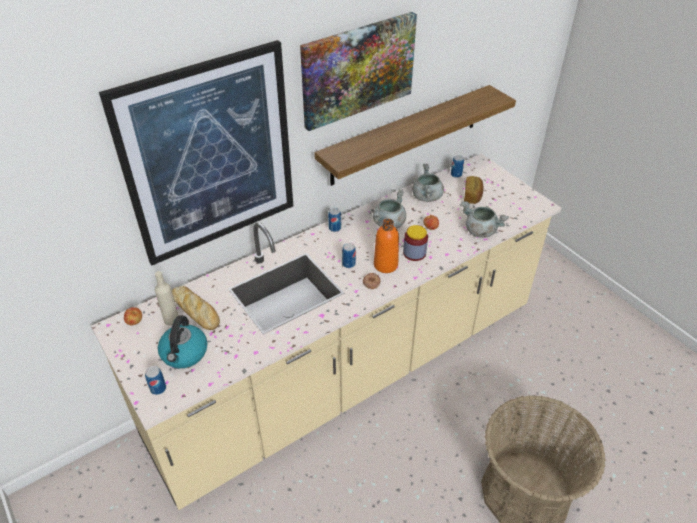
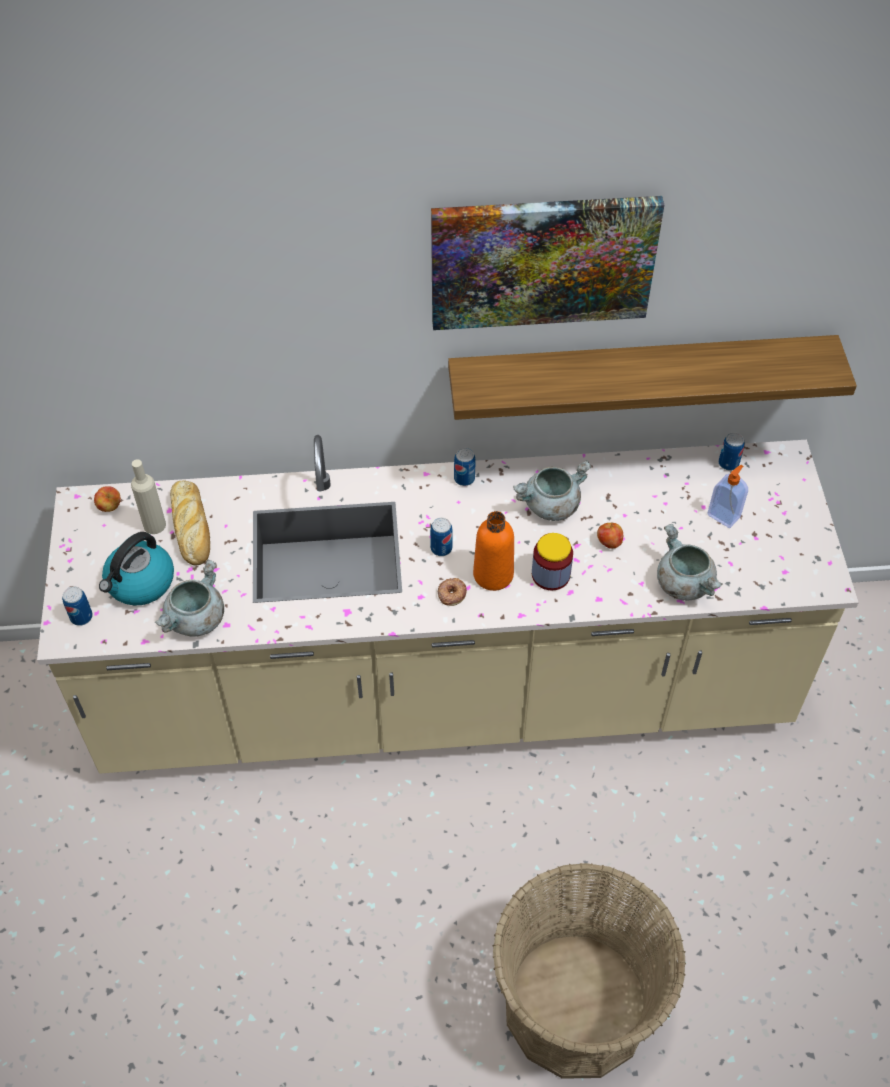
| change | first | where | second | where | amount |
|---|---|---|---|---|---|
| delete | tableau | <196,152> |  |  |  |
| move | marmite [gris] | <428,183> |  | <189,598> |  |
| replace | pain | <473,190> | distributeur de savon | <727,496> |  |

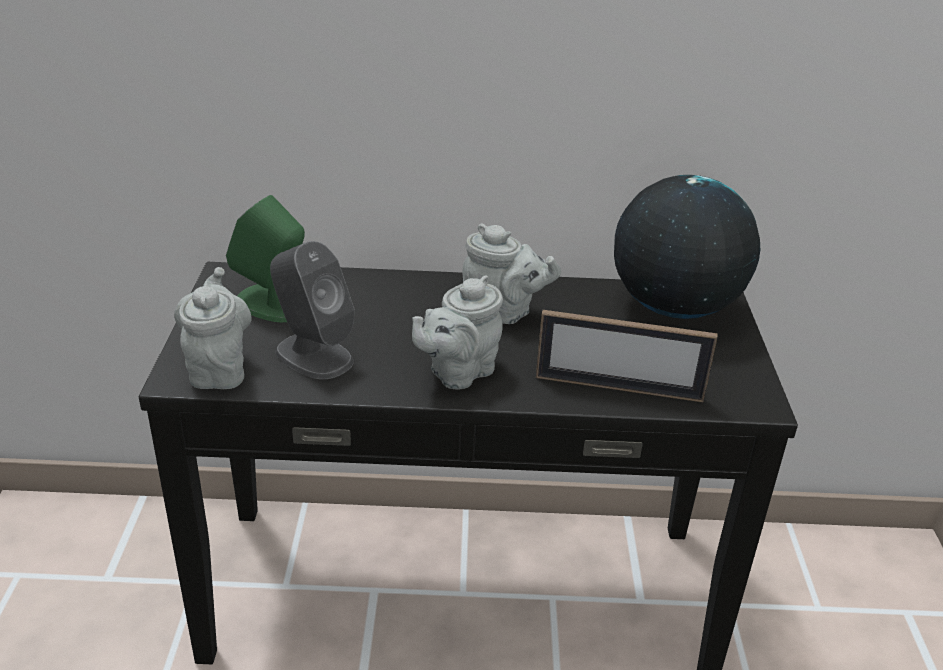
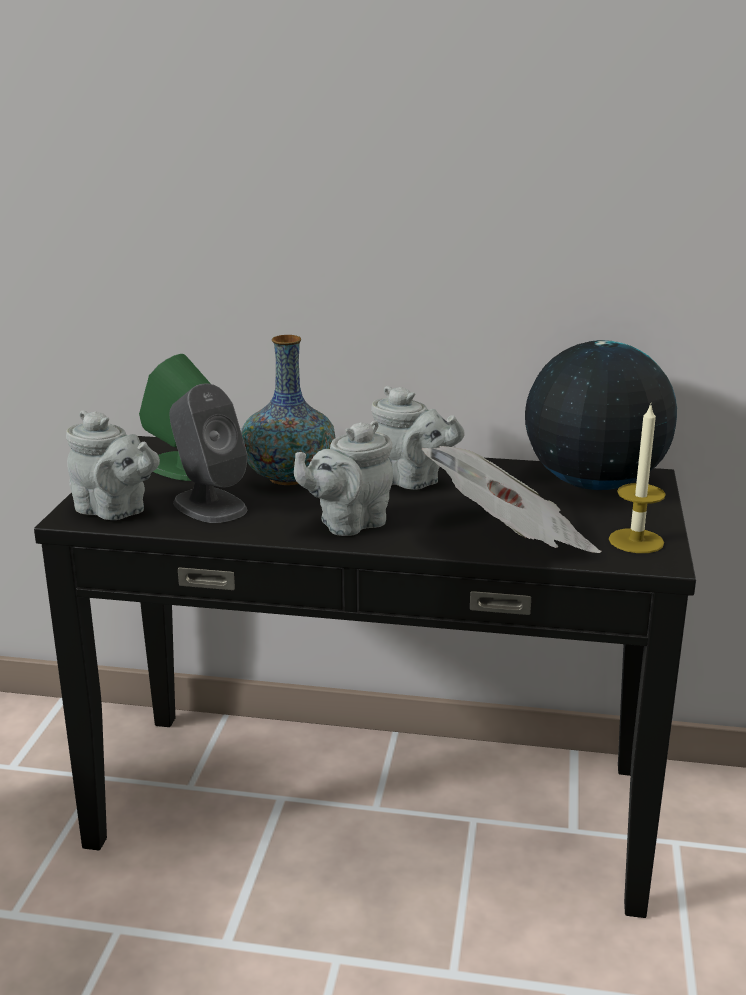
| change | first | where | second | where | amount |
|---|---|---|---|---|---|
| rotate | théière [gris] | <212,328> |  | <113,465> | 120 degrees clockwise |
| replace | cadre photo | <627,356> | journal | <511,499> |  |
| insert |  |  | vase | <288,410> |  |
| insert |  |  | bougie | <637,478> |  |

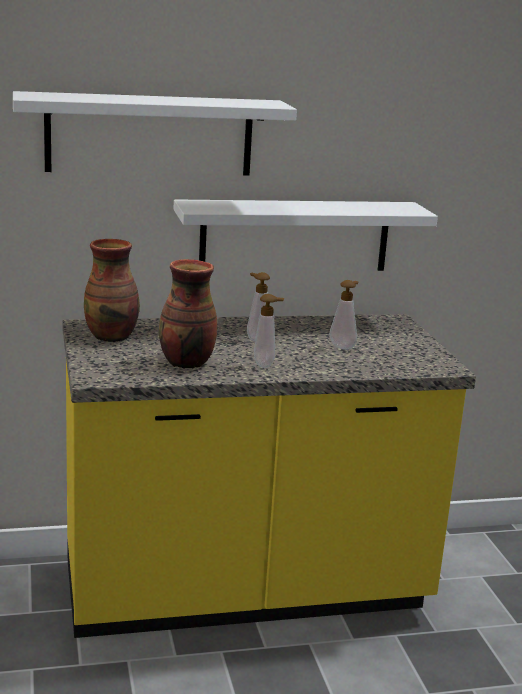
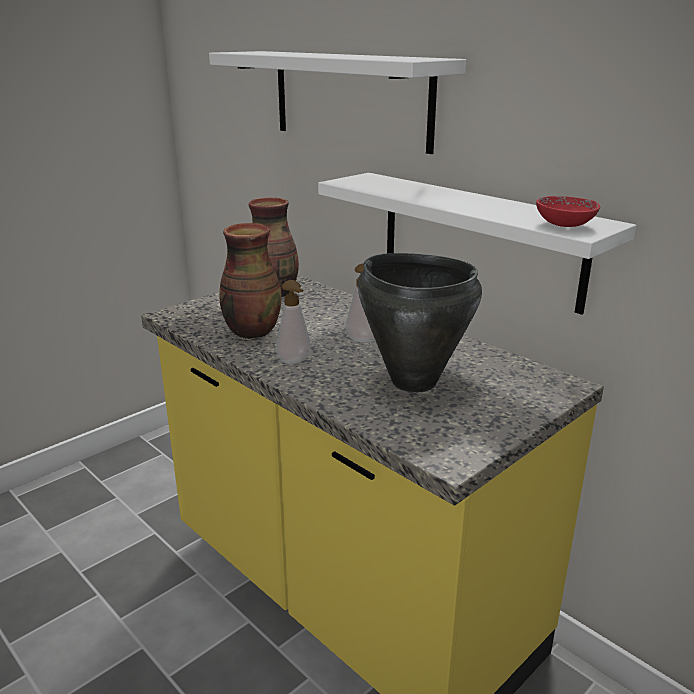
| change | first | where | second | where | amount |
|---|---|---|---|---|---|
| replace | distributeur de savon | <344,315> | marmite [noir] | <420,322> |  |
| insert |  |  | bol [rouge] | <568,211> |  |

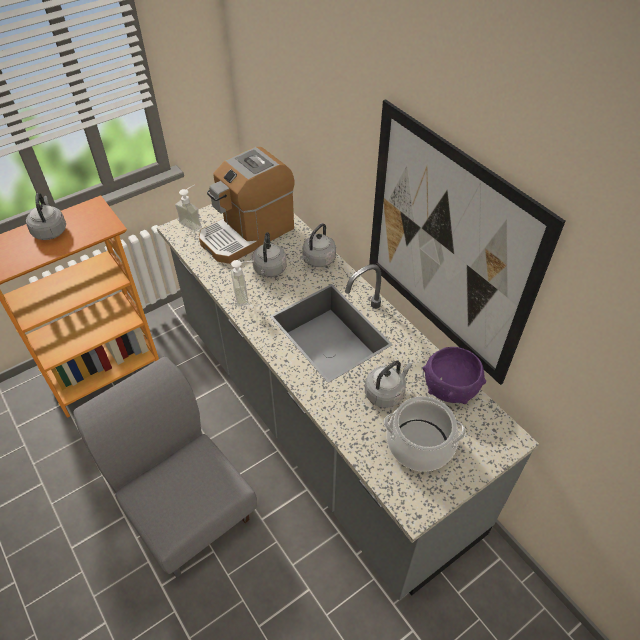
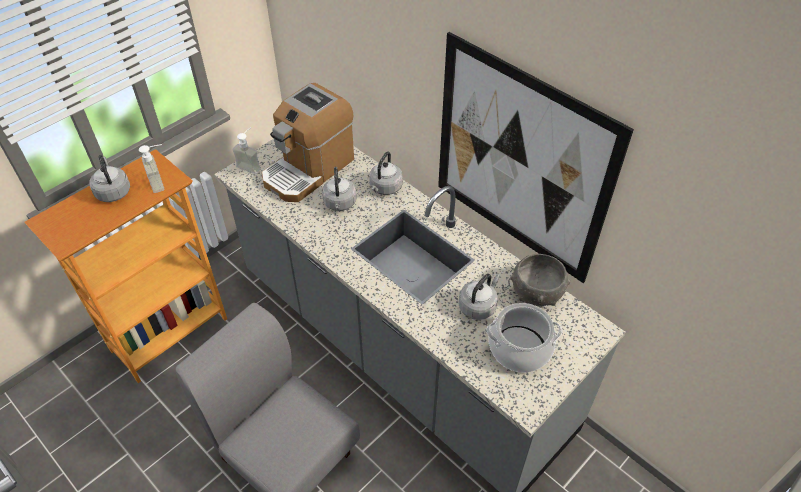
| change | first | where | second | where | amount |
|---|---|---|---|---|---|
| move | distributeur de savon | <242,283> |  | <151,168> |  |
| recolor | bol [violet] | <454,375> | bol [gris] | <540,280> |  |

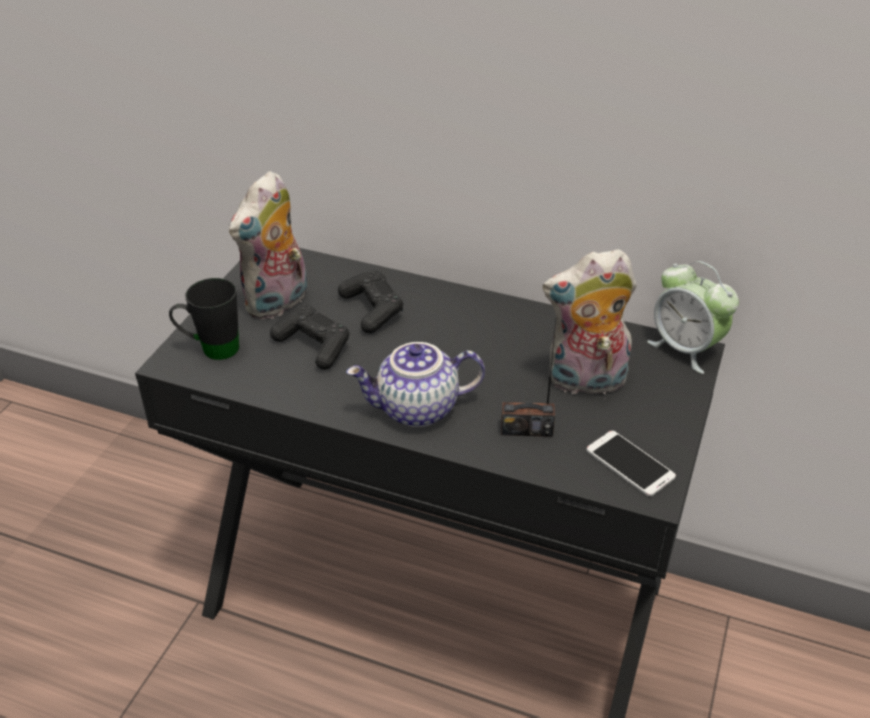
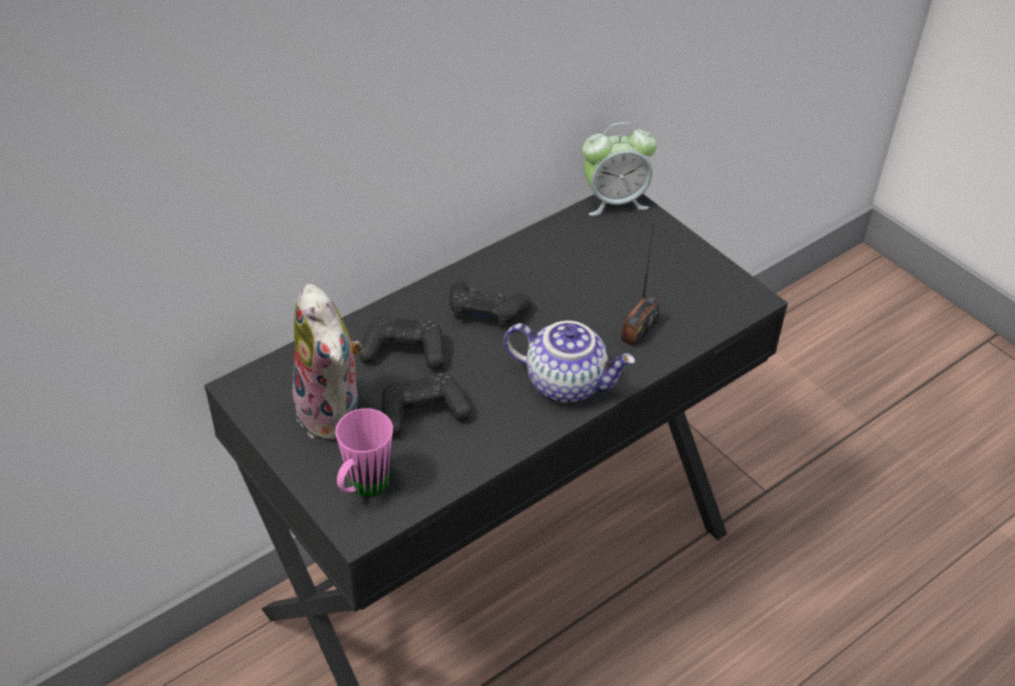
| change | first | where | second | where | amount |
|---|---|---|---|---|---|
| recolor | mug [noir] | <204,319> | mug [rose] | <364,453> |  |
| rotate | théière | <415,384> |  | <569,361> | 90 degrees counterclockwise |
| delete | peluche | <590,321> |  |  |  |
| delete | téléphone | <631,463> |  |  |  |
| insert |  |  | manette [noir] | <490,304> |  |

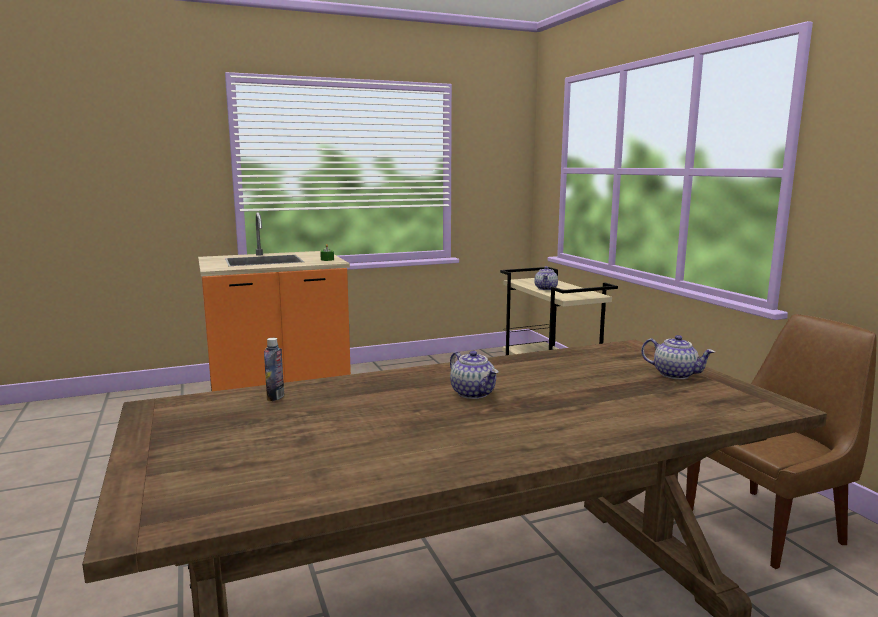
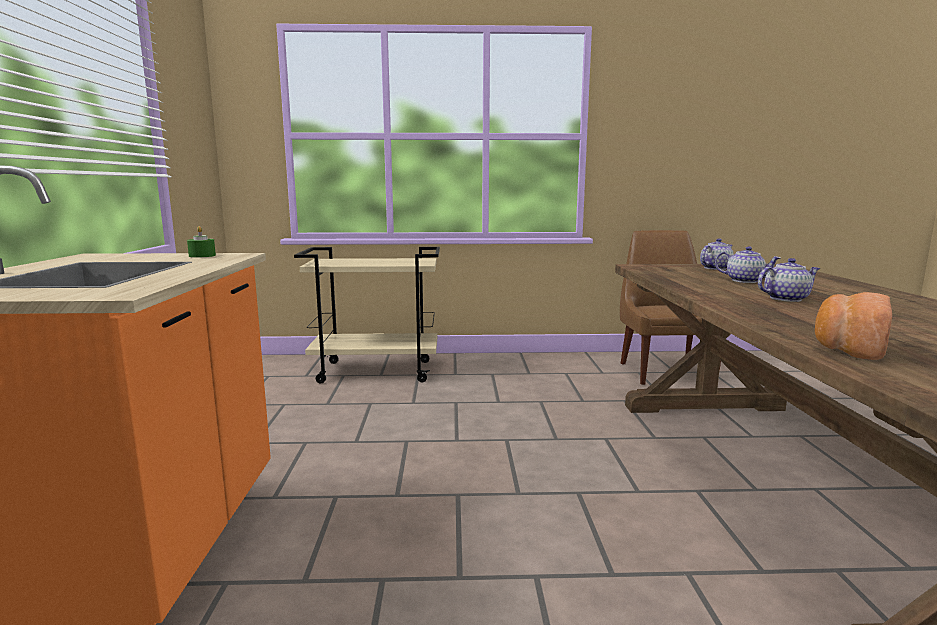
| change | first | where | second | where | amount |
|---|---|---|---|---|---|
| replace | bouteille | <274,369> | pain | <853,326> |  |
| move | théière | <546,278> |  | <748,264> |  |

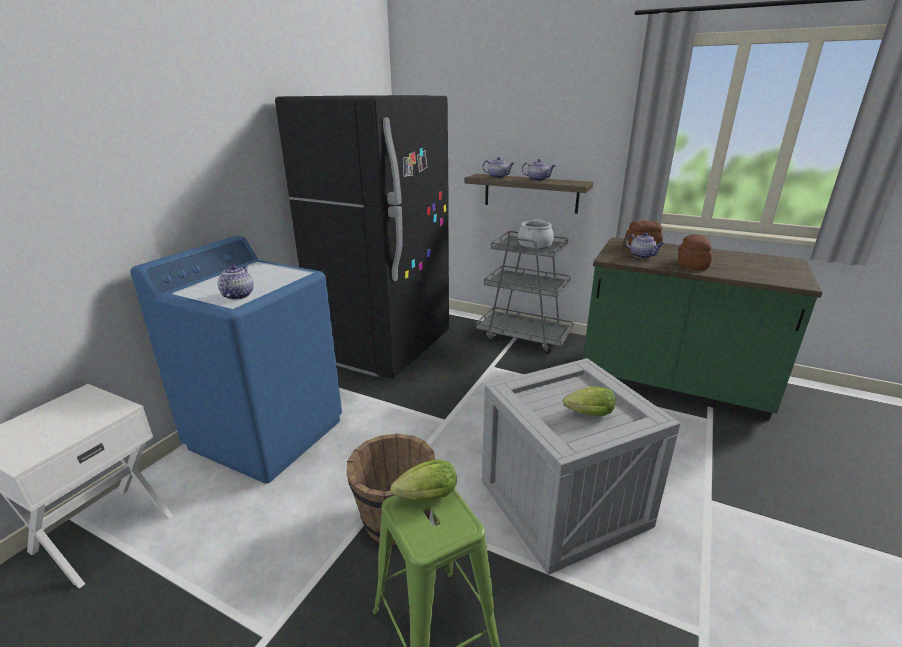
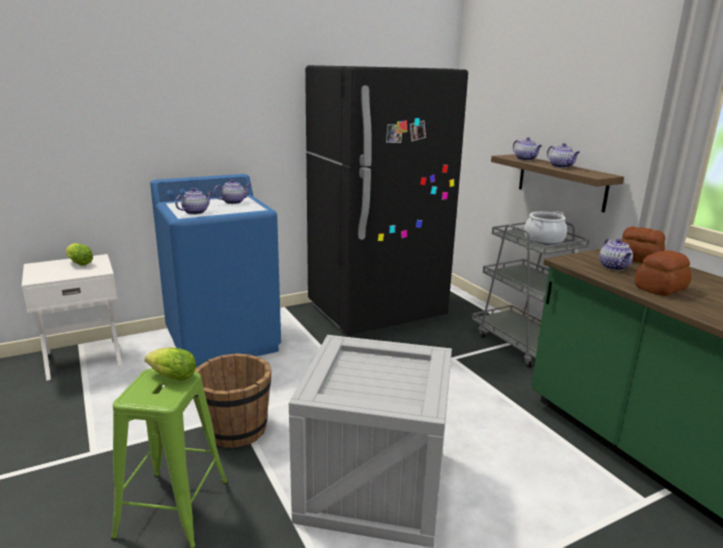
| change | first | where | second | where | amount |
|---|---|---|---|---|---|
| move | laitue | <589,401> |  | <79,254> |  |
| insert |  |  | théière | <232,191> |  |

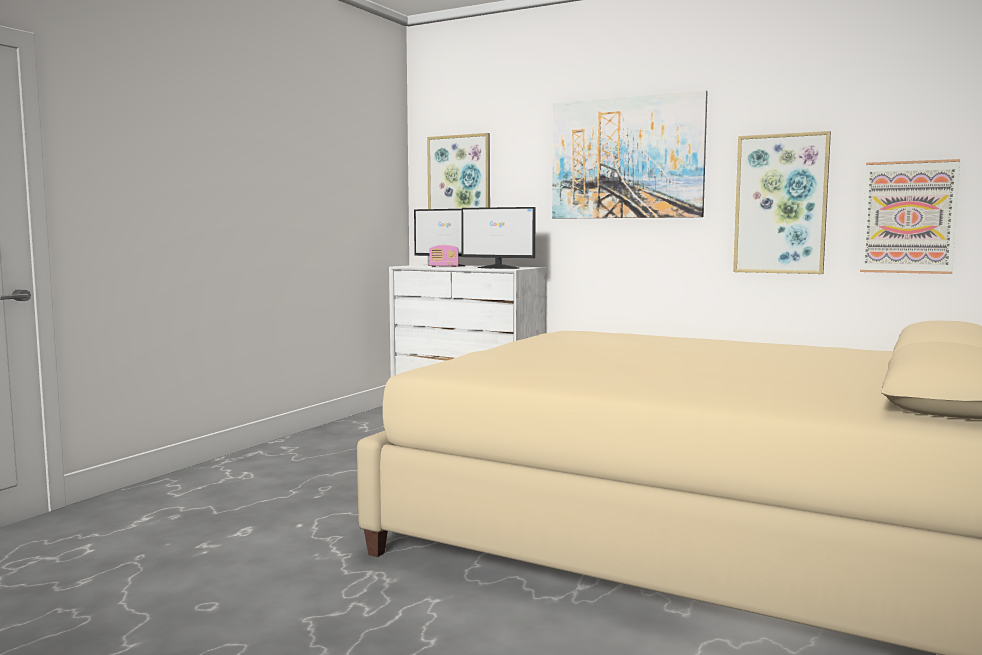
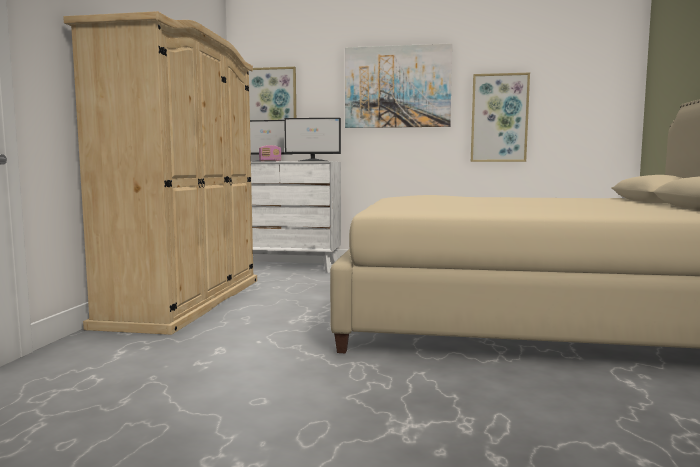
| change | first | where | second | where | amount |
|---|---|---|---|---|---|
| delete | tableau | <910,216> |  |  |  |
| insert |  |  | armoire [beige] | <160,173> |  |

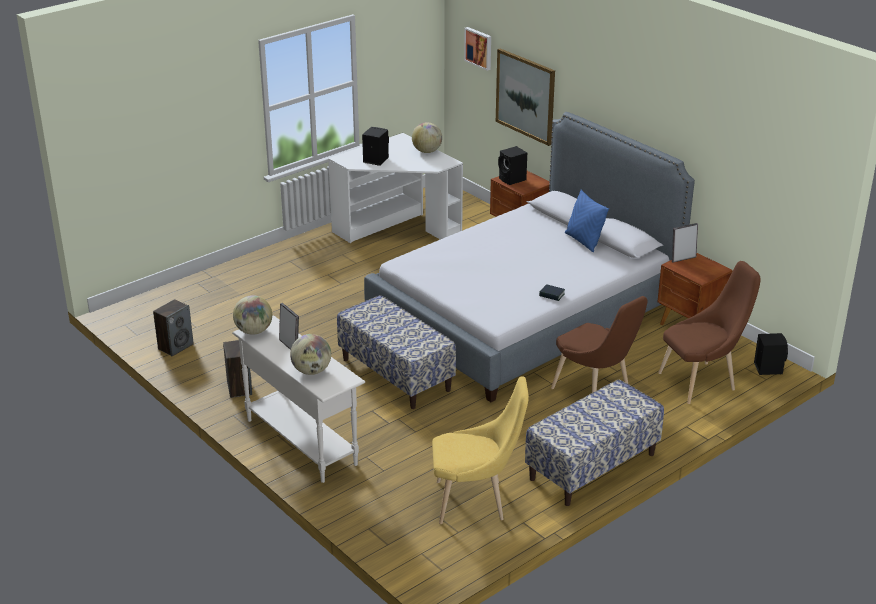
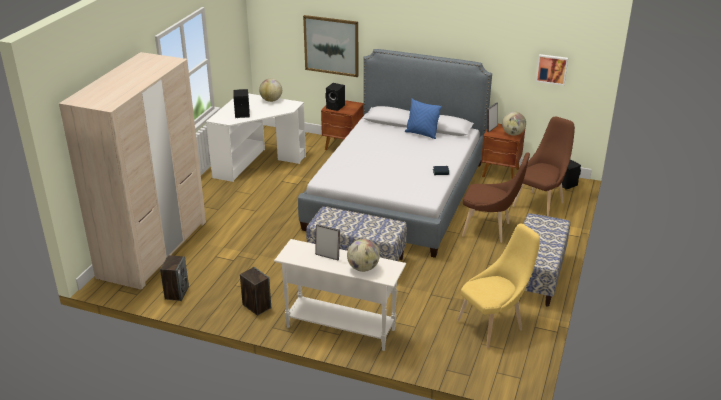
| change | first | where | second | where | amount |
|---|---|---|---|---|---|
| move | globe | <252,315> |  | <514,124> |  |
| move | tableau | <477,49> |  | <552,69> |  |
| insert |  |  | armoire [beige] | <132,171> |  |

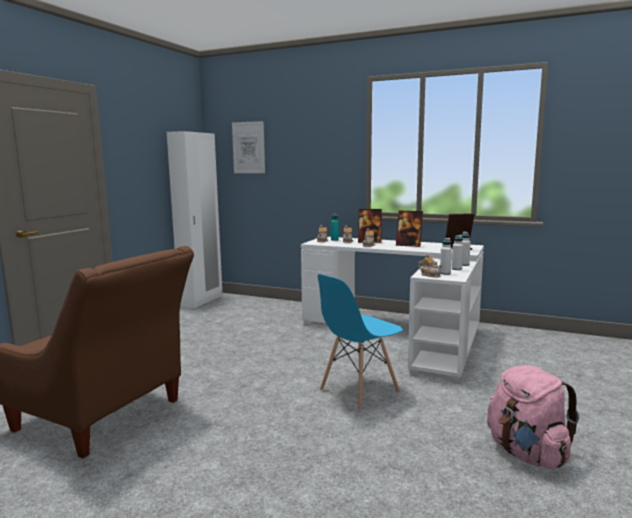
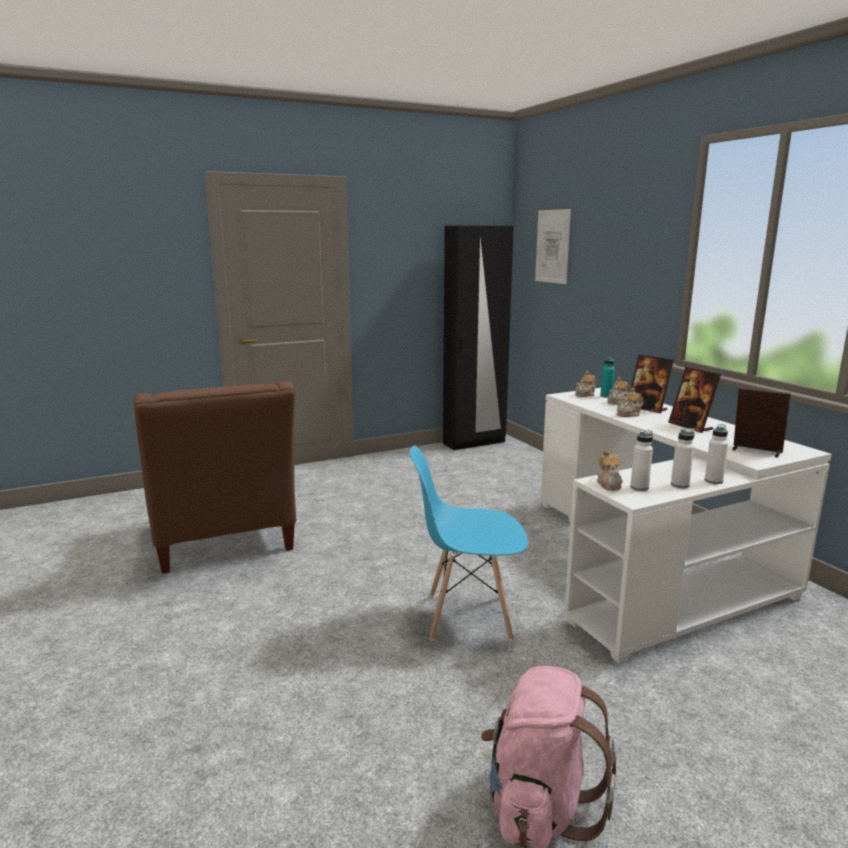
| change | first | where | second | where | amount |
|---|---|---|---|---|---|
| recolor | armoire [blanc] | <194,220> | armoire [noir] | <478,338> |  |

